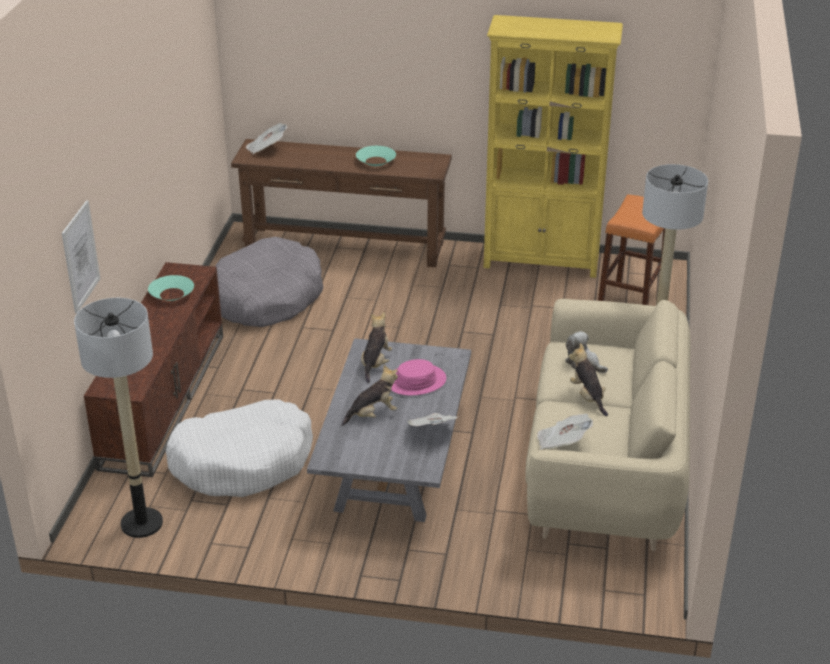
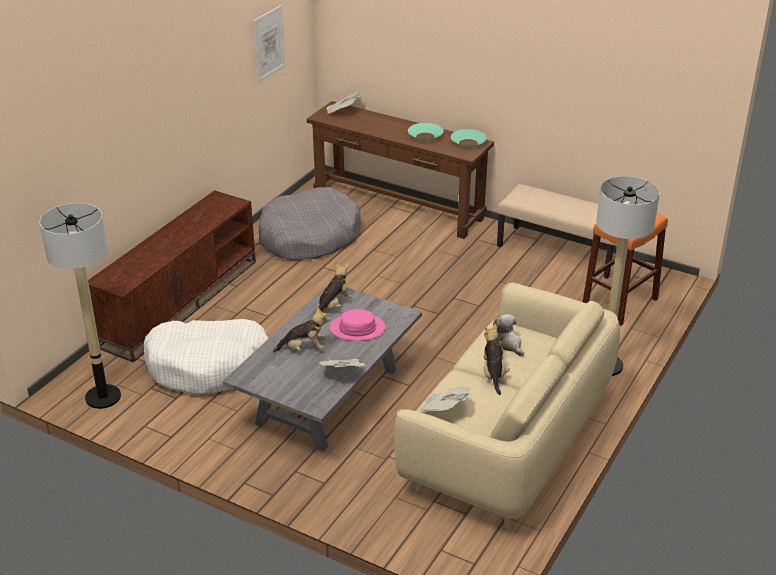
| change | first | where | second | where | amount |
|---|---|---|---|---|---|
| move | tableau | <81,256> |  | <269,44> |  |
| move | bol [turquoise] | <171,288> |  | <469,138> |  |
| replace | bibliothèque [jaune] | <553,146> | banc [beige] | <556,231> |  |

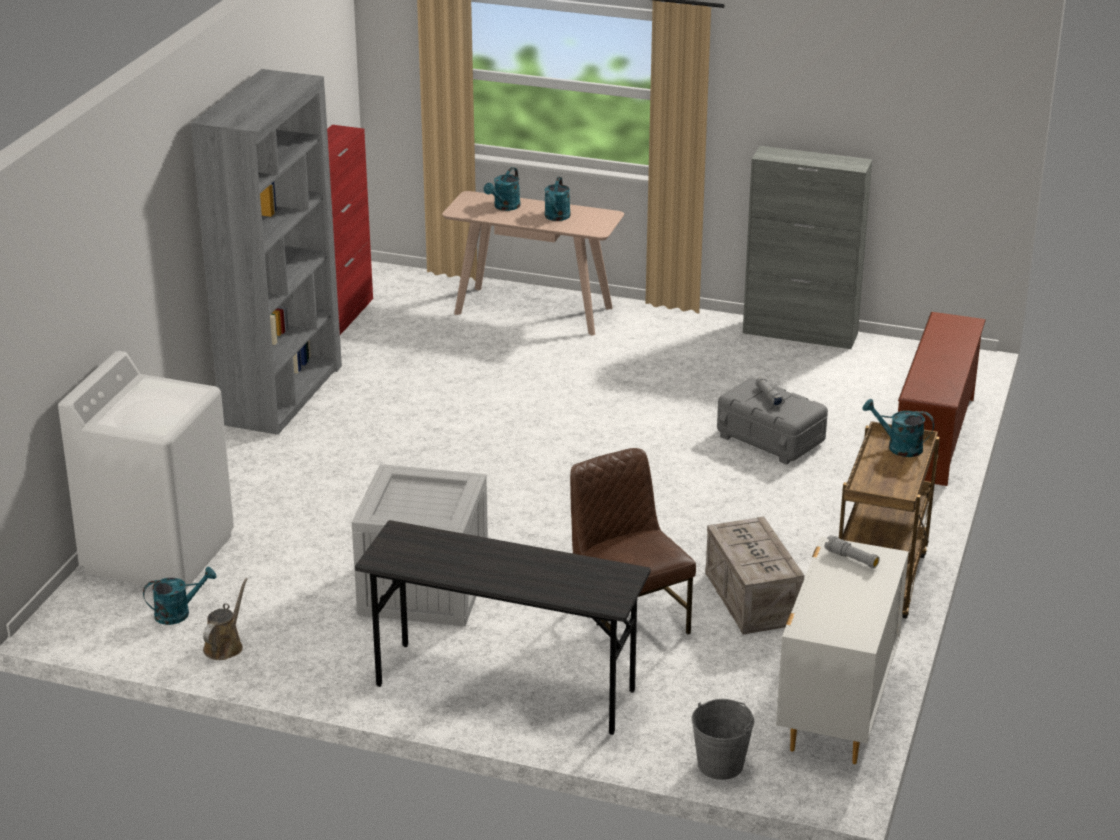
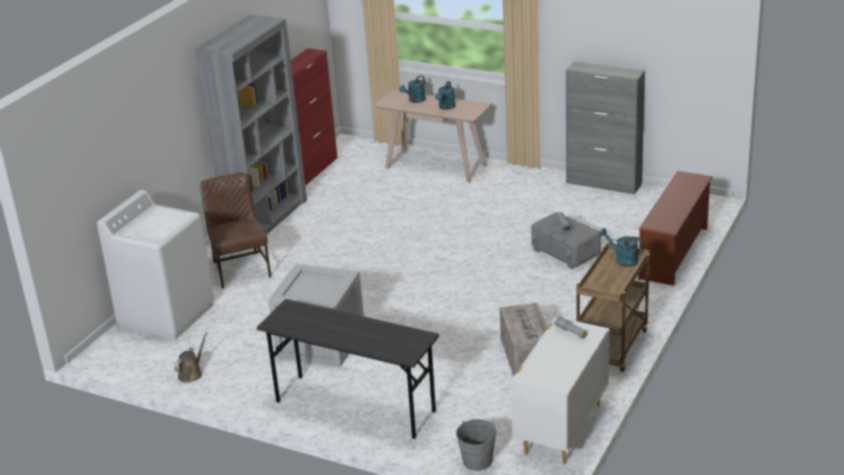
| change | first | where | second | where | amount |
|---|---|---|---|---|---|
| delete | arrosoir [turquoise] | <179,596> |  |  |  |
| move | chaise [marron] | <633,541> |  | <235,230> |  |

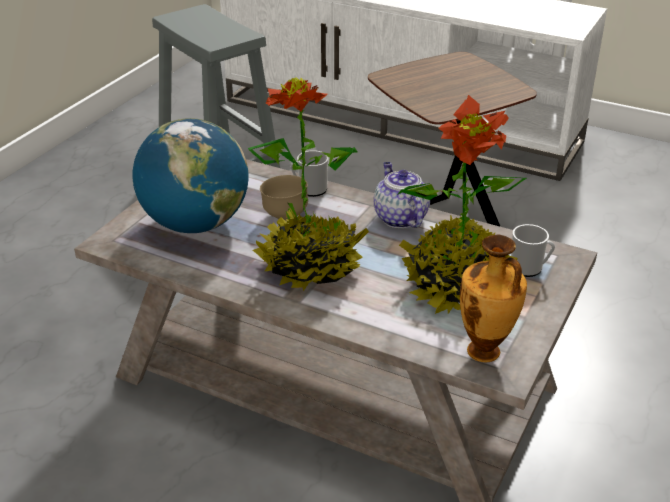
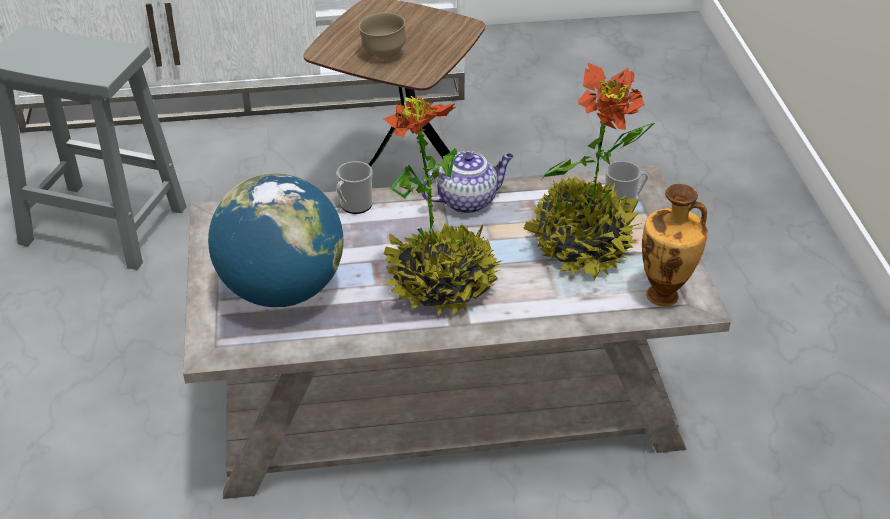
| change | first | where | second | where | amount |
|---|---|---|---|---|---|
| move | bol [marron] | <284,198> |  | <382,35> |  |
| rotate | théière | <401,195> |  | <467,182> | 120 degrees clockwise |

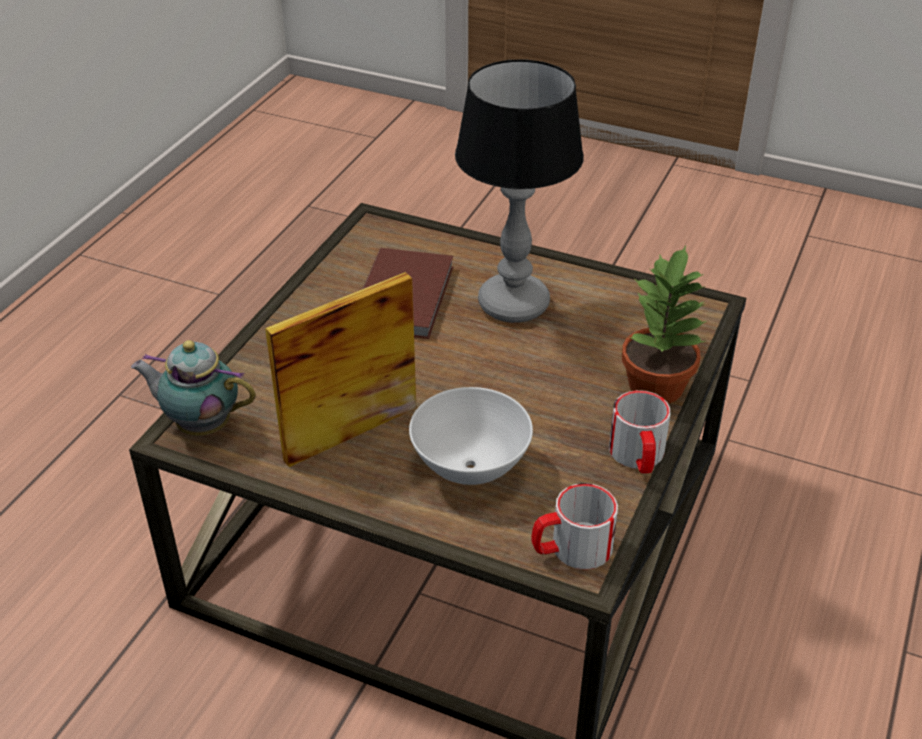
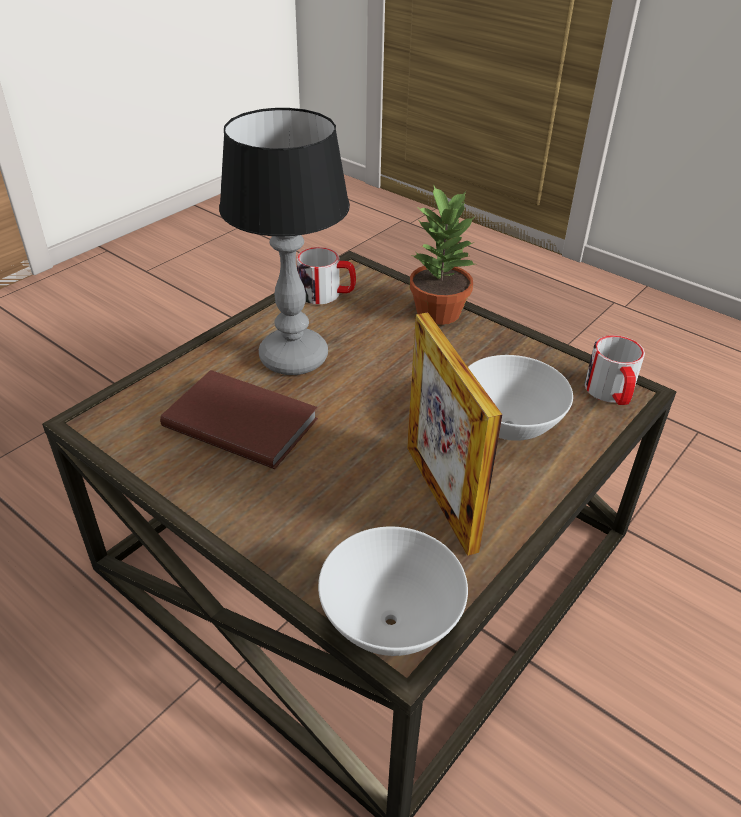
| change | first | where | second | where | amount |
|---|---|---|---|---|---|
| replace | théière | <193,388> | bol [blanc] | <393,591> |  |
| move | mug | <640,432> |  | <326,275> |  |

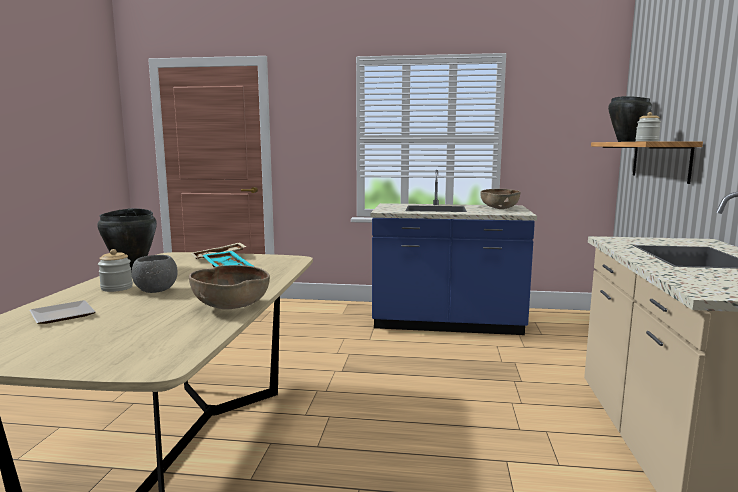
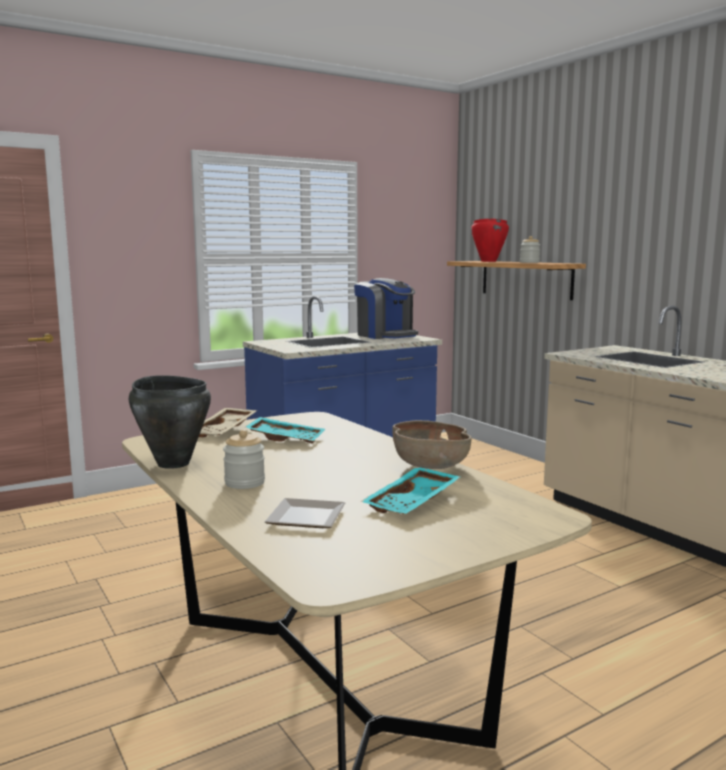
| change | first | where | second | where | amount |
|---|---|---|---|---|---|
| delete | bol [gris] | <154,274> |  |  |  |
| replace | bol [marron] | <500,199> | machine à café | <386,308> |  |
| recolor | marmite [noir] | <630,119> | marmite [rouge] | <490,240> |  |
| insert |  |  | plateau [turquoise] | <410,490> |  |

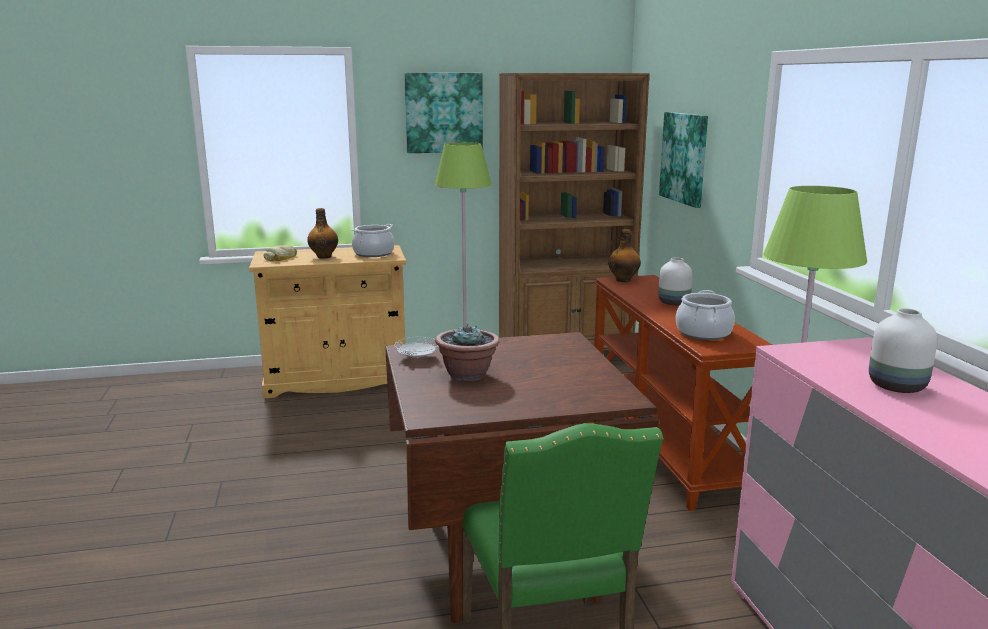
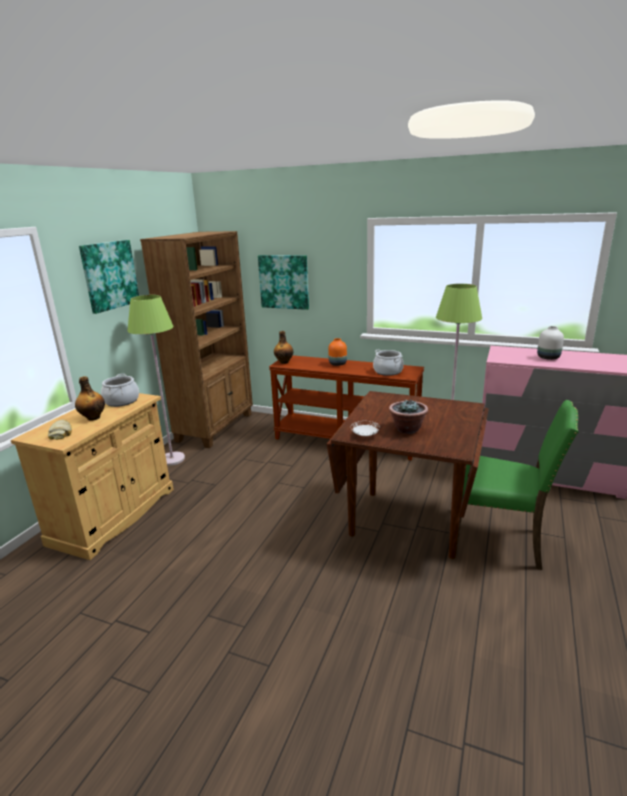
| change | first | where | second | where | amount |
|---|---|---|---|---|---|
| recolor | vase [blanc] | <675,281> | vase [orange] | <337,352> |  |

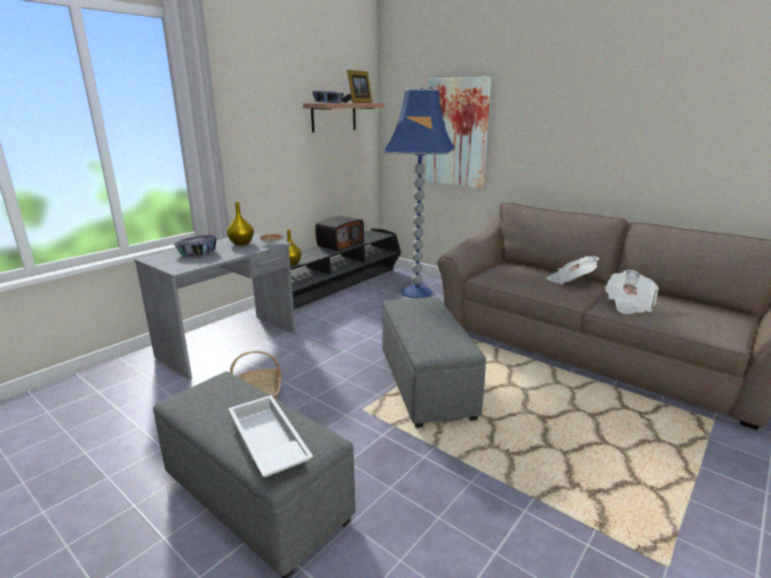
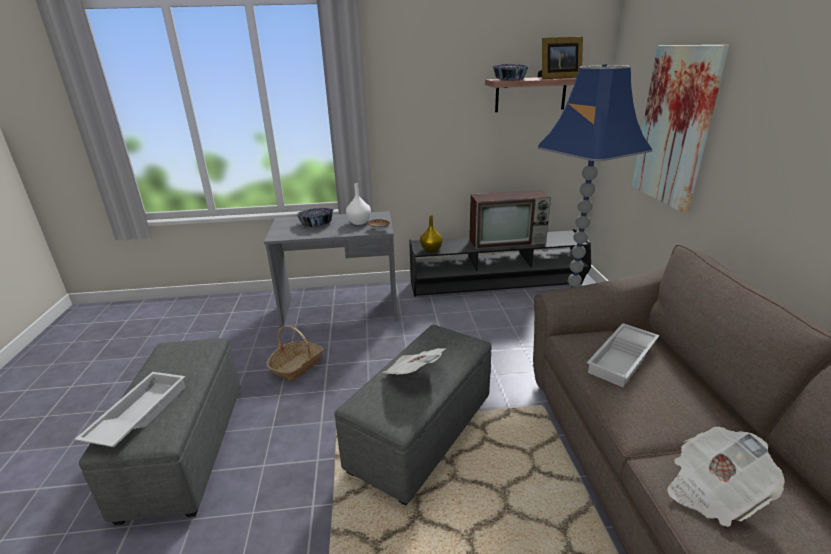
| change | first | where | second | where | amount |
|---|---|---|---|---|---|
| recolor | vase [jaune] | <240,223> | vase [blanc] | <358,204> |  |
| replace | radio | <339,233> | téléviseur | <510,219> |  |
| move | journal | <572,270> |  | <414,361> |  |
| insert |  |  | plateau [blanc] | <623,355> |  |

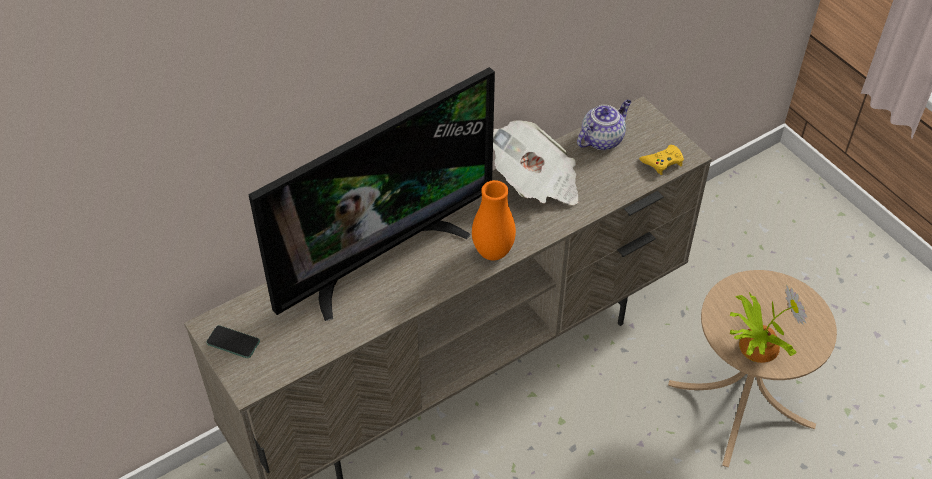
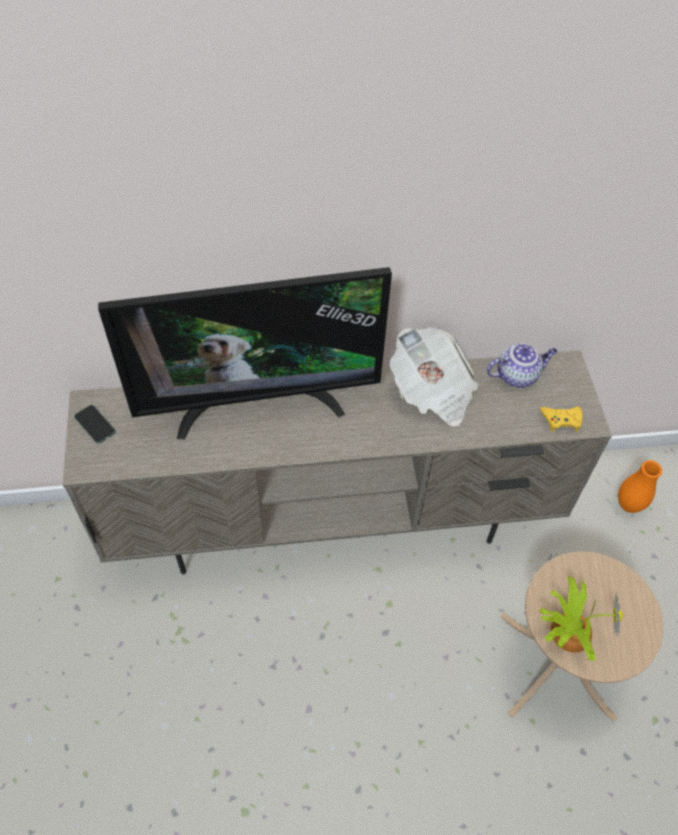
| change | first | where | second | where | amount |
|---|---|---|---|---|---|
| move | vase [orange] | <494,220> |  | <640,486> |  |

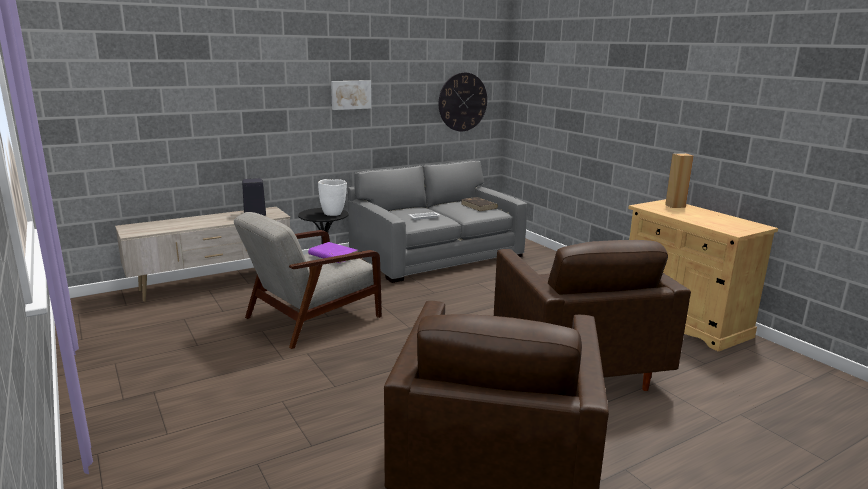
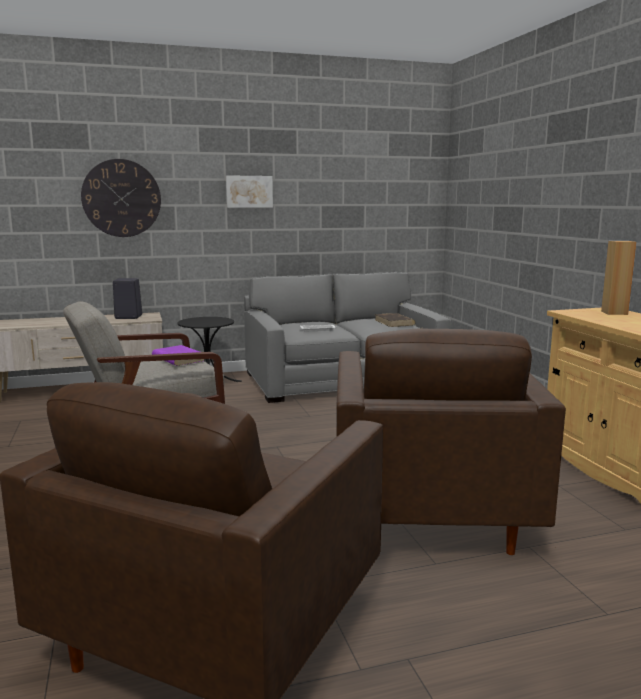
| change | first | where | second | where | amount |
|---|---|---|---|---|---|
| delete | vase [blanc] | <332,197> |  |  |  |
| move | horloge murale | <463,101> |  | <121,198> |  |

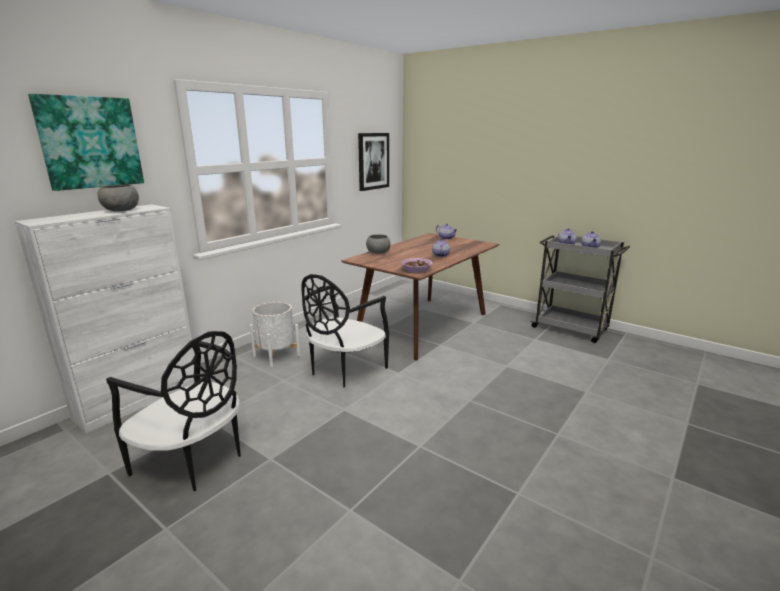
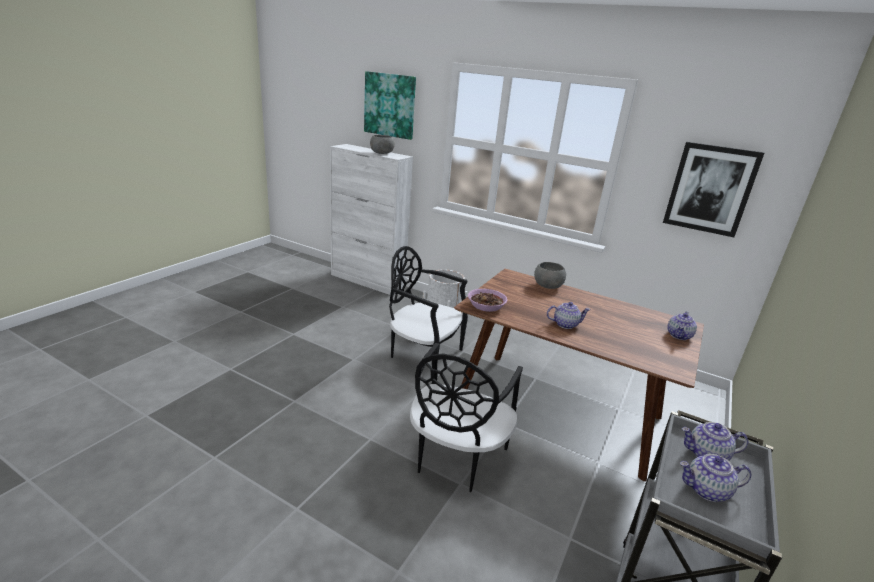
| change | first | where | second | where | amount |
|---|---|---|---|---|---|
| move | chaise [noir] | <173,411> |  | <466,417> |  |

